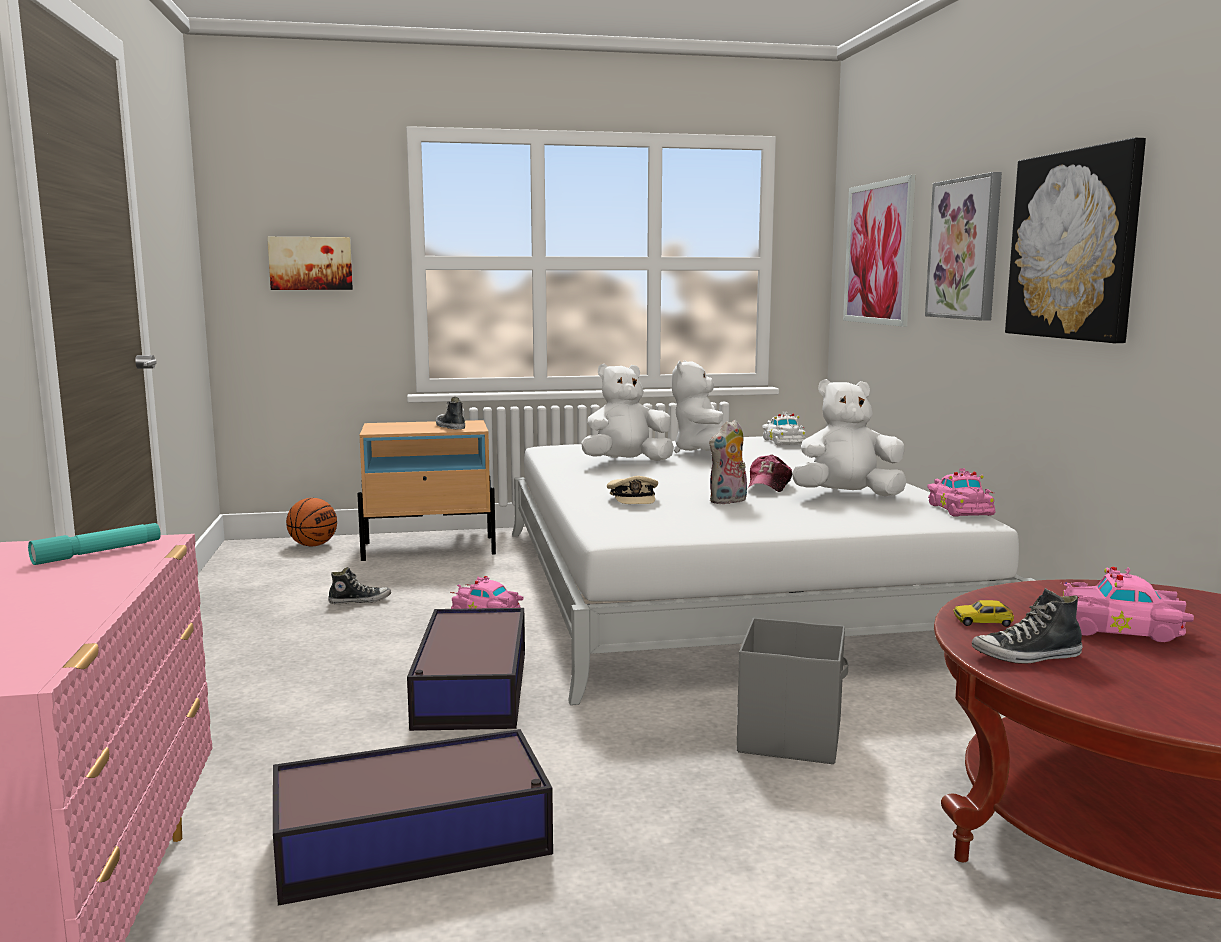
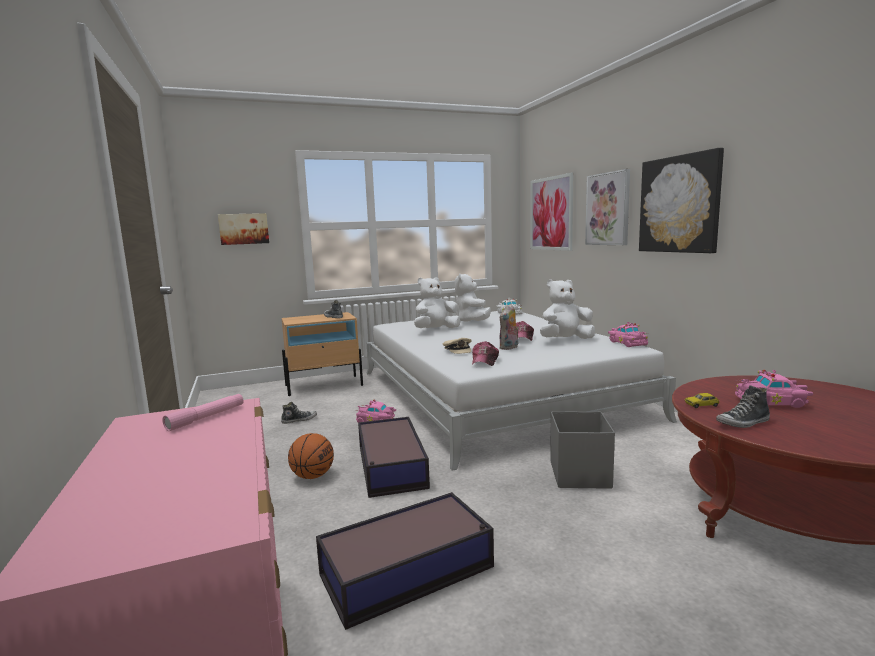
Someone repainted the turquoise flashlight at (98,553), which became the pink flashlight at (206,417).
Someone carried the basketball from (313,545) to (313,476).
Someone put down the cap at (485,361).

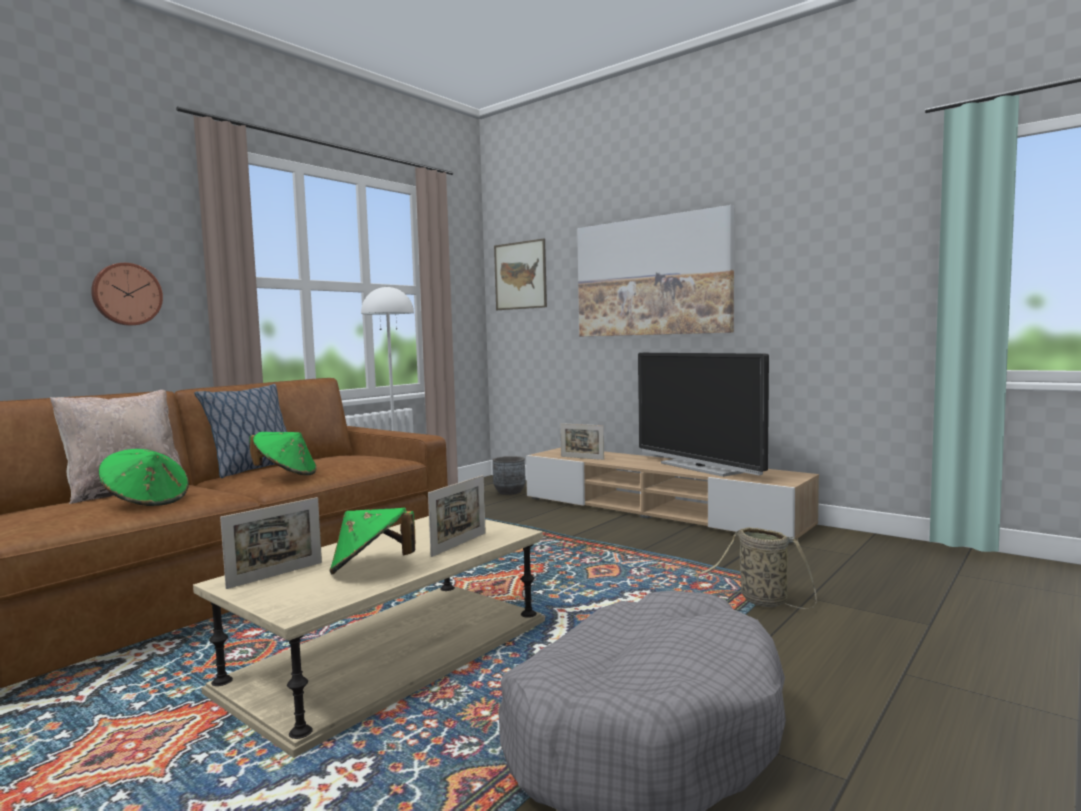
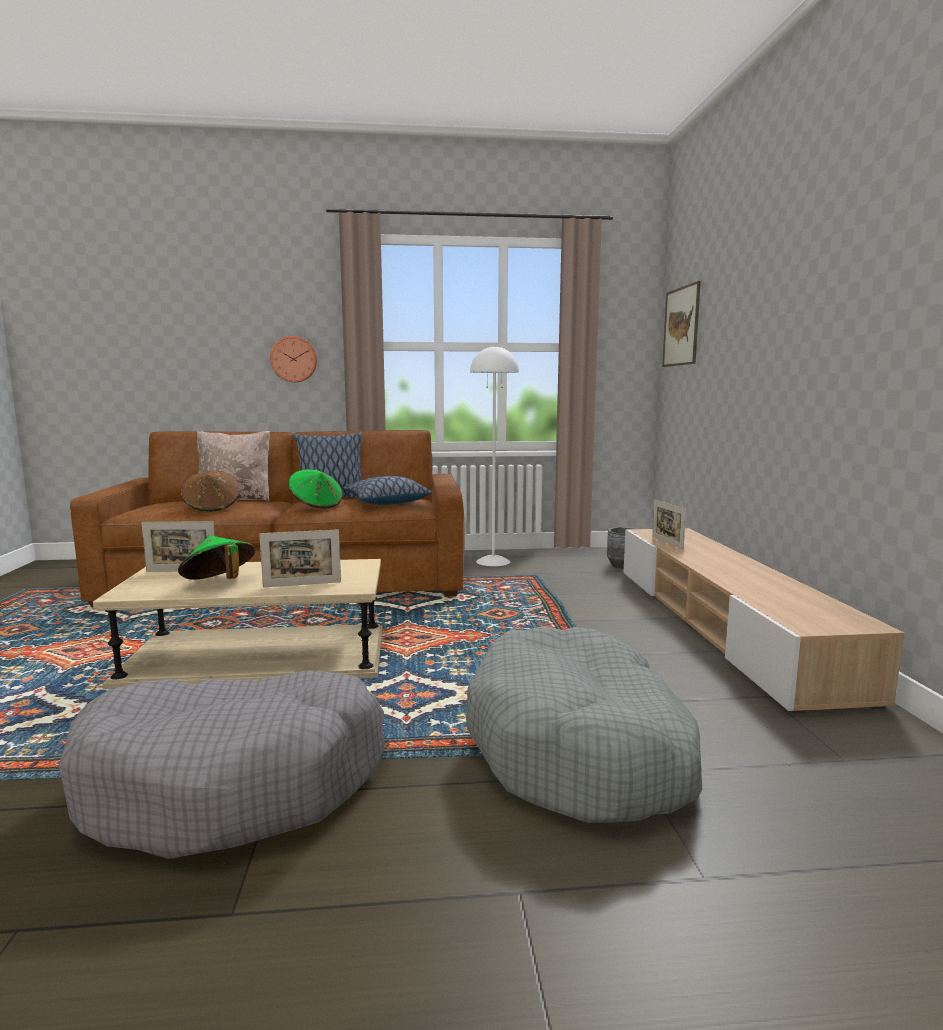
Someone repainted the green hat at (147,501), which became the brown hat at (212,507).
Someone took away the picture at (652,276).
Someone took away the television at (700,468).
Someone swapped the basket at (759,600) for the grey dog bed at (580,748).
Someone put down the pillow at (386,502).

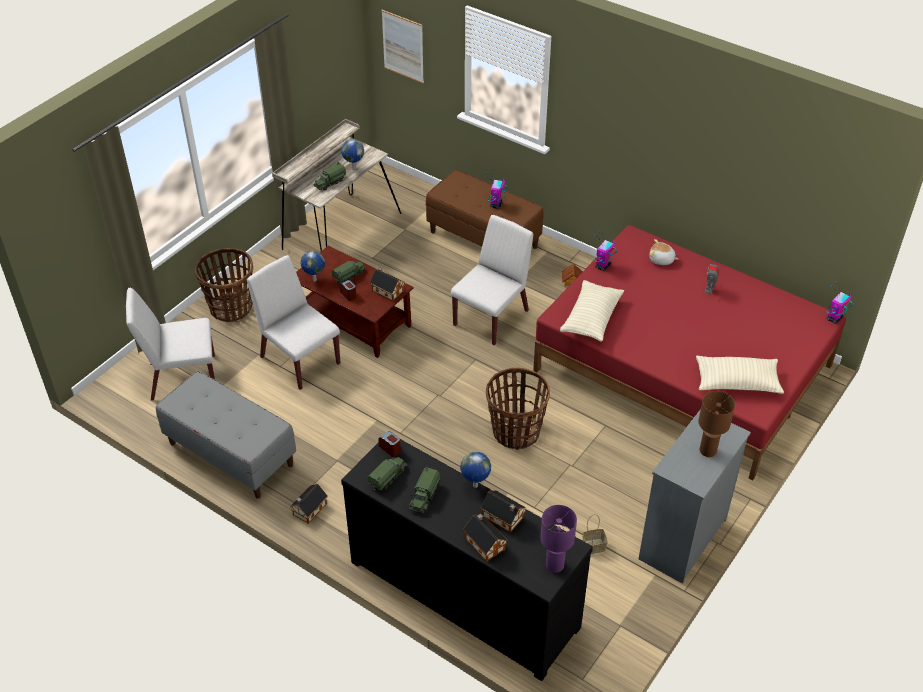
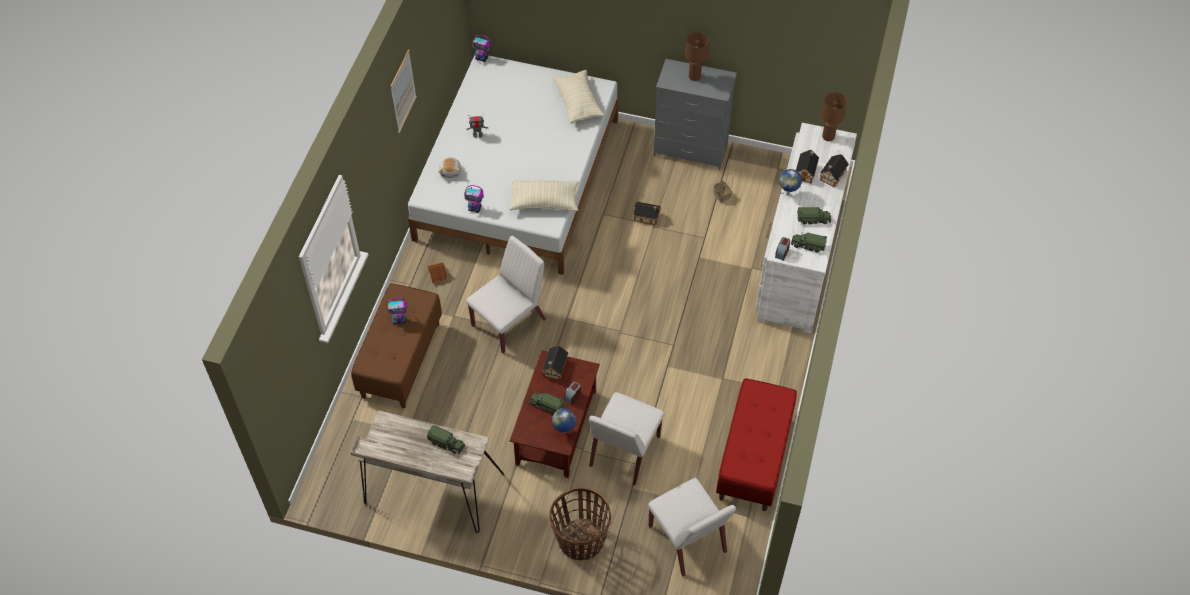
Someone repainted the grey bench at (230,454), which became the red bench at (754,458).
Someone carried the toy house from (308,510) to (647,217).
Someone took away the globe at (353,168).
Someone repainted the black dresser at (464,592), which became the white dresser at (799,258).
Someone carried the picture from (403,46) to (403,91).
Someone rotated the white chair at (491,317) by 120 degrees clockwise.
Someone took away the basket at (515,432).
Someone repainted the red bed at (682,368), which became the white bed at (518,179).
Someone repainted the purple table lamp at (555,565), which became the brown table lamp at (828,136).

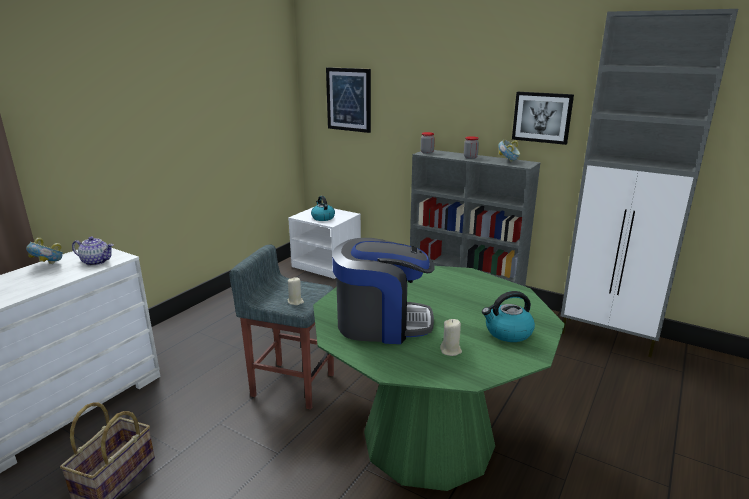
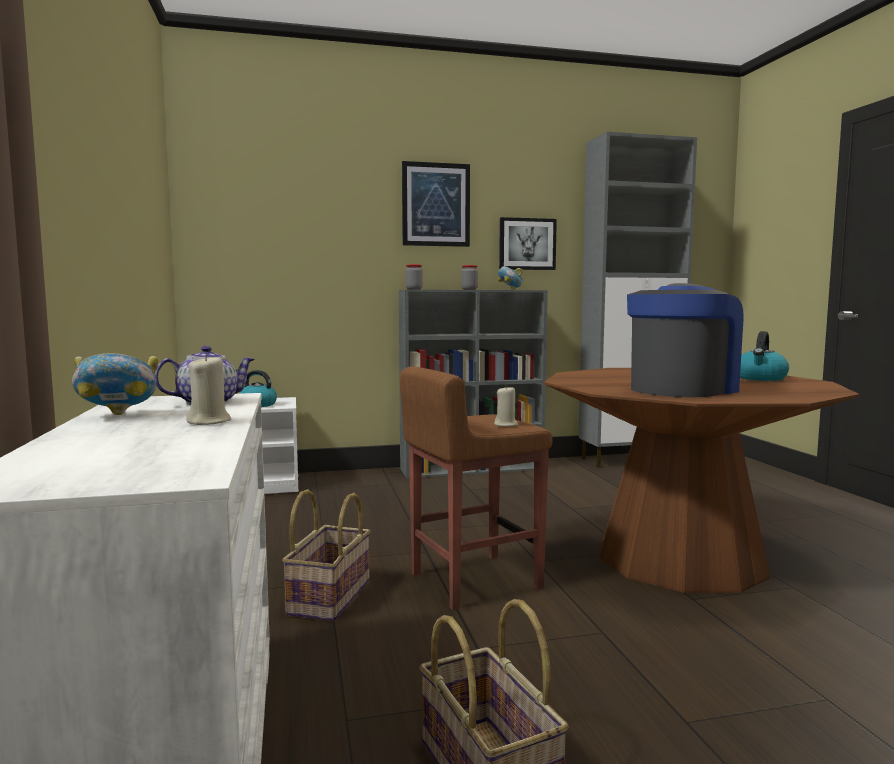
Someone repainted the grey stool at (292,384), which became the brown stool at (473,581).
Someone repainted the green dining table at (428,439), which became the brown dining table at (680,558).
Someone carried the picture from (349,99) to (435,205).
Someone carried the beige candle from (451,350) to (209,422).
Someone put down the basket at (328,596).

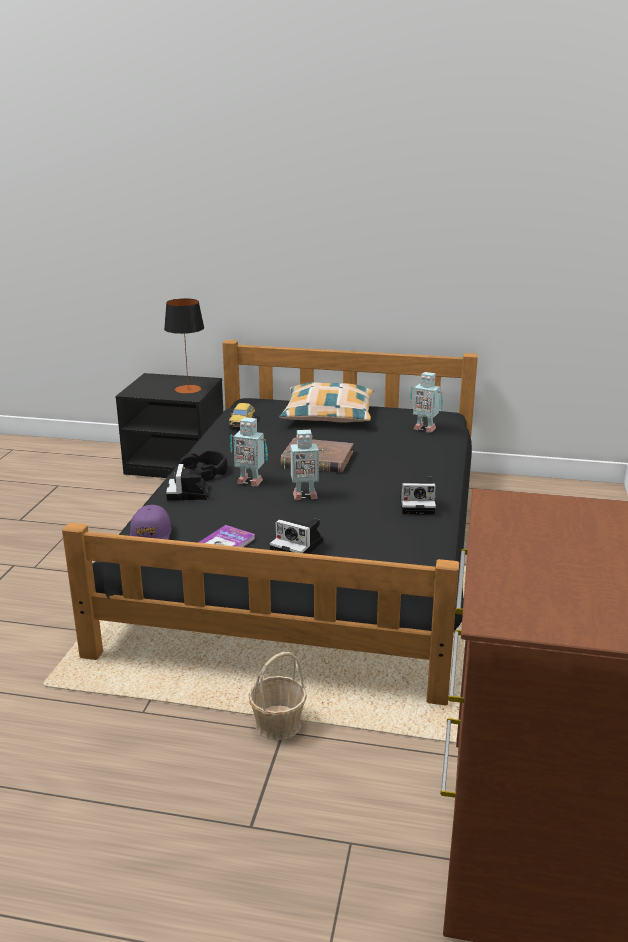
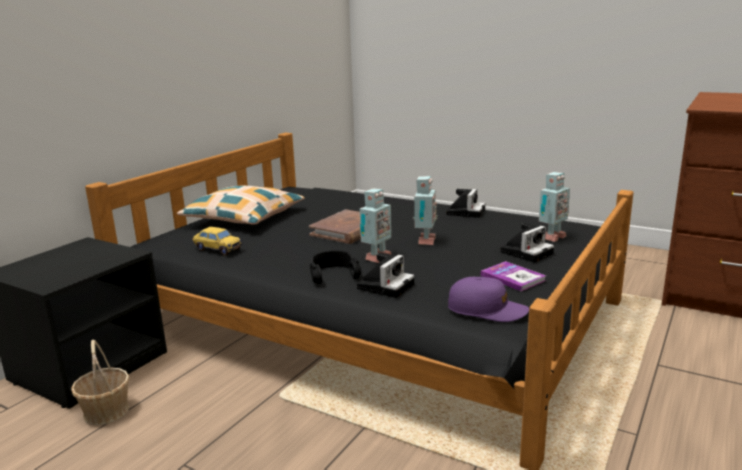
Someone took away the table lamp at (188,389).
Someone rotated the photo camera at (188,494) by 75 degrees counterclockwise.
Someone carried the basket from (277,724) to (106,412).
Someone carried the toy robot from (424,428) to (551,237).

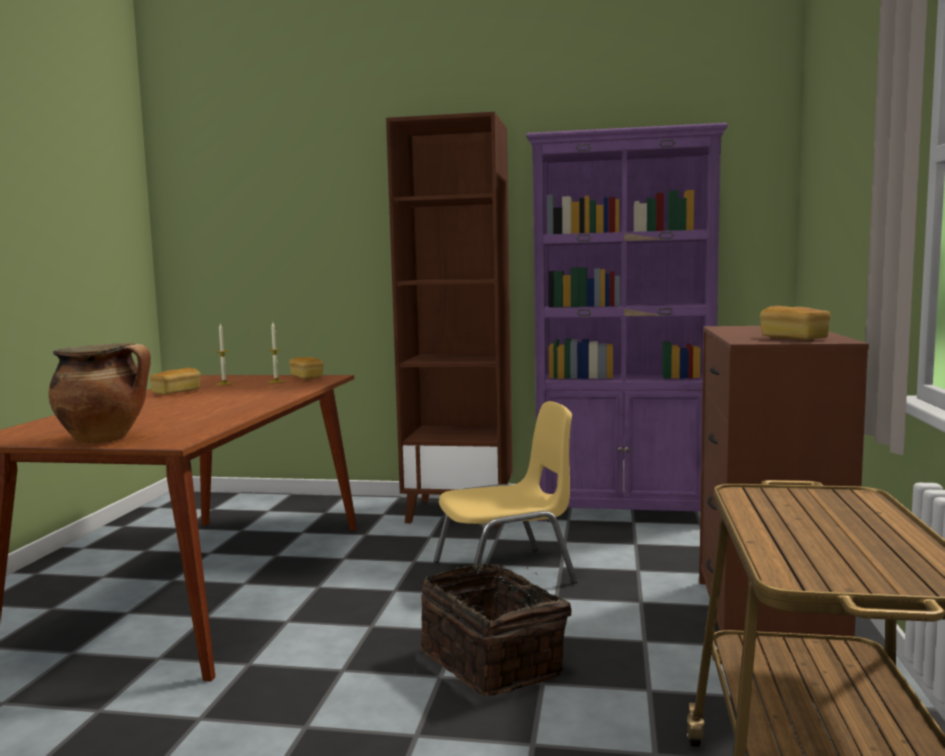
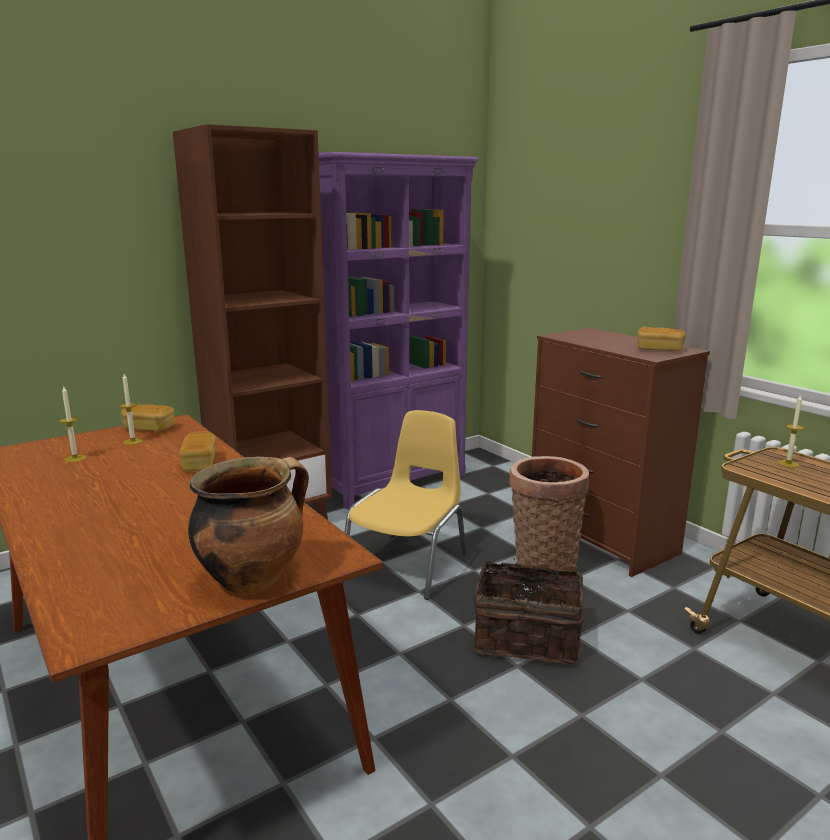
Someone carried the bread from (176,392) to (199,464).
Someone put down the basket at (543,566).
Someone put down the candle at (788,464).

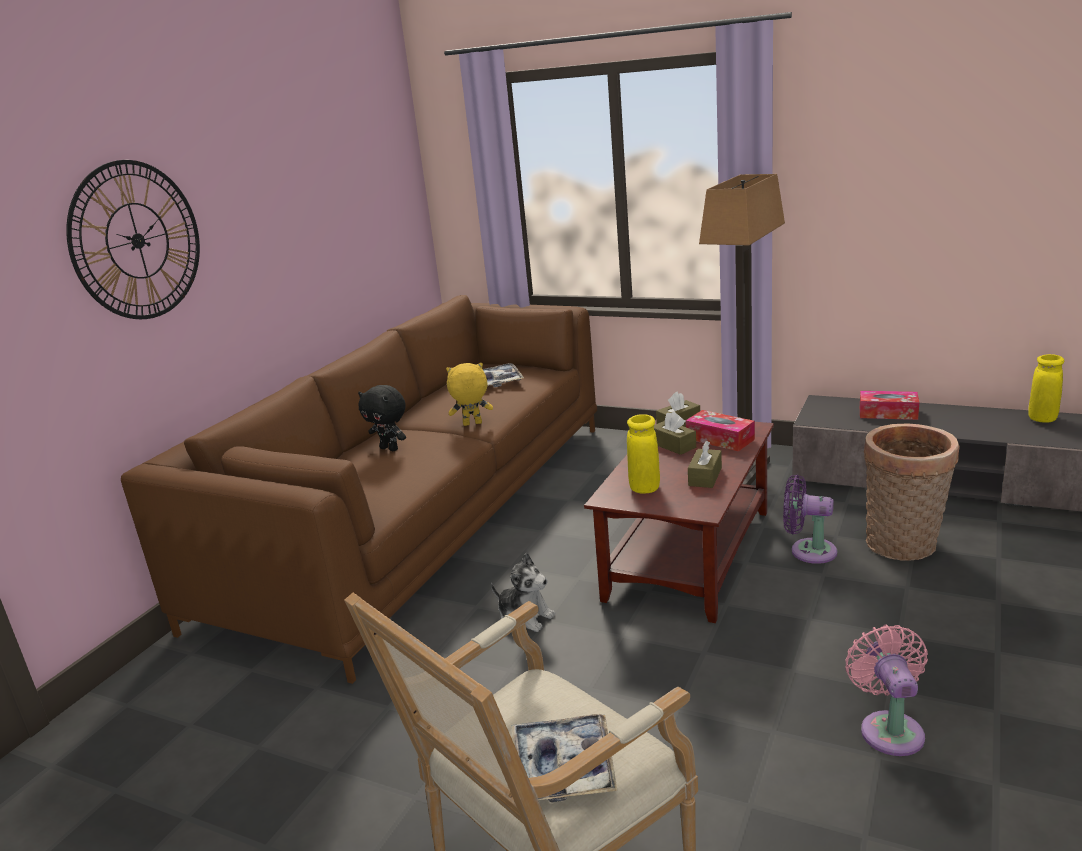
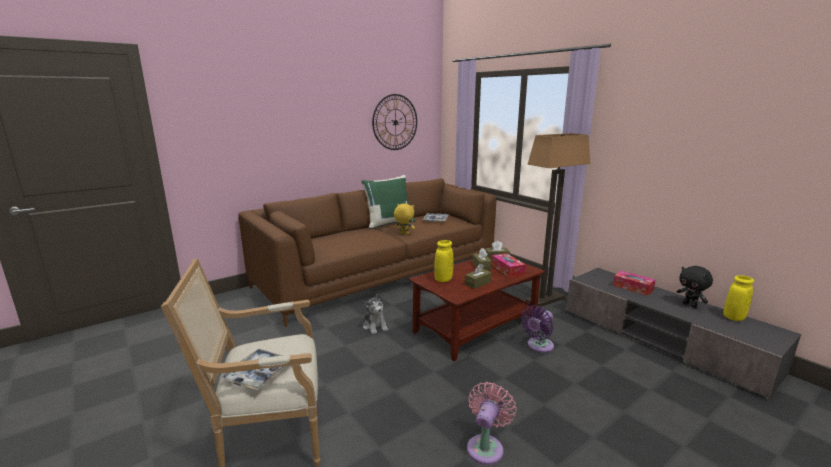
Someone carried the wall clock from (137,241) to (395,122).
Someone carried the black plush toy from (390,448) to (690,305).
Someone rotated the purple fan at (808,551) by 90 degrees counterclockwise.
Someone took away the basket at (903,546).
Someone put down the green pillow at (389,223).

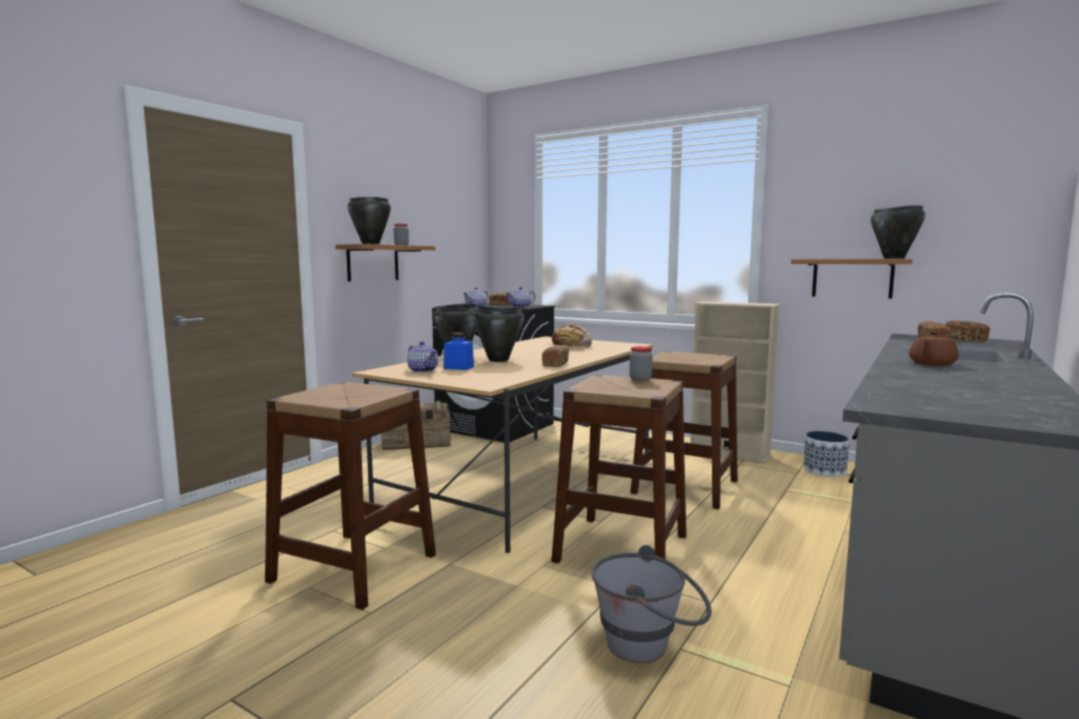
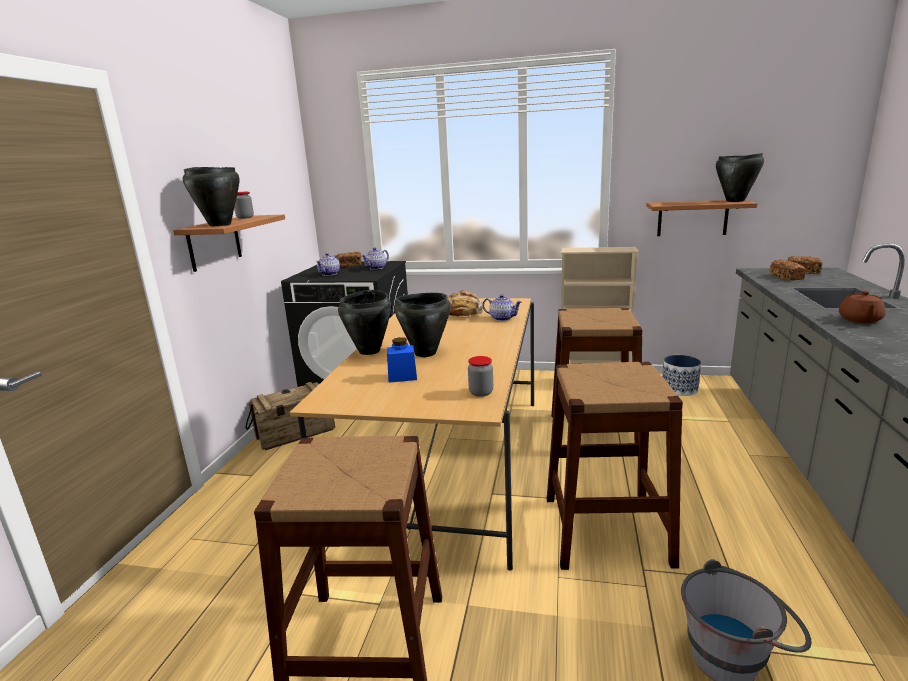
Someone carried the teapot from (423,370) to (502,318).
Someone took away the bread at (555,364).
Someone carried the jar from (640,379) to (481,392).

